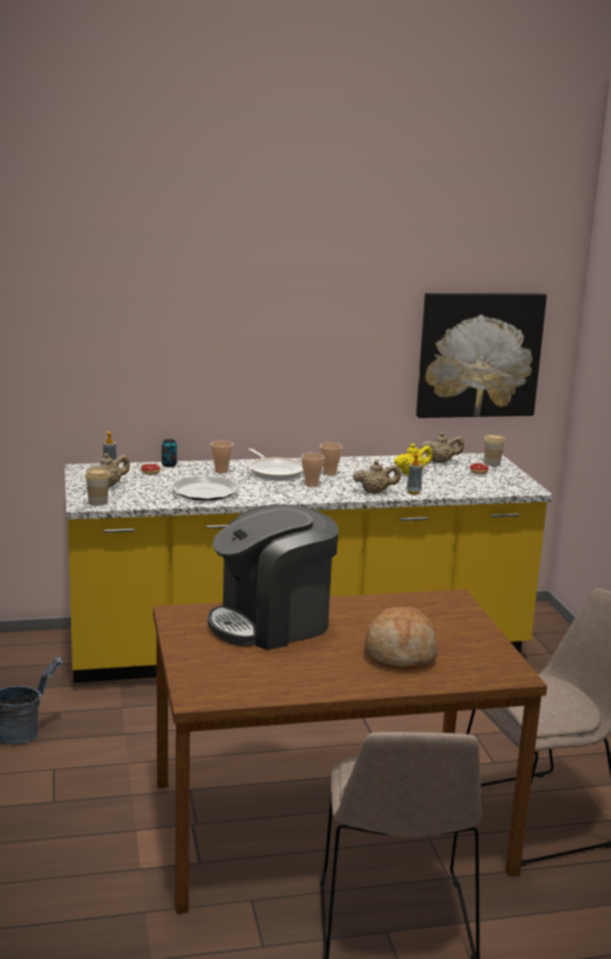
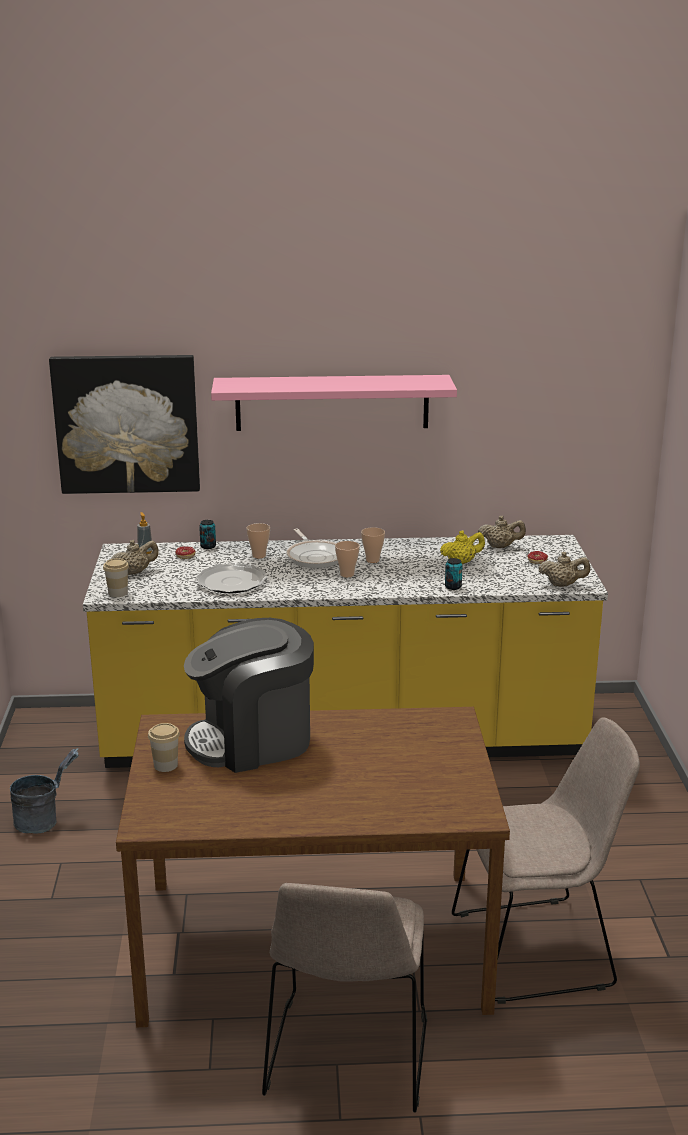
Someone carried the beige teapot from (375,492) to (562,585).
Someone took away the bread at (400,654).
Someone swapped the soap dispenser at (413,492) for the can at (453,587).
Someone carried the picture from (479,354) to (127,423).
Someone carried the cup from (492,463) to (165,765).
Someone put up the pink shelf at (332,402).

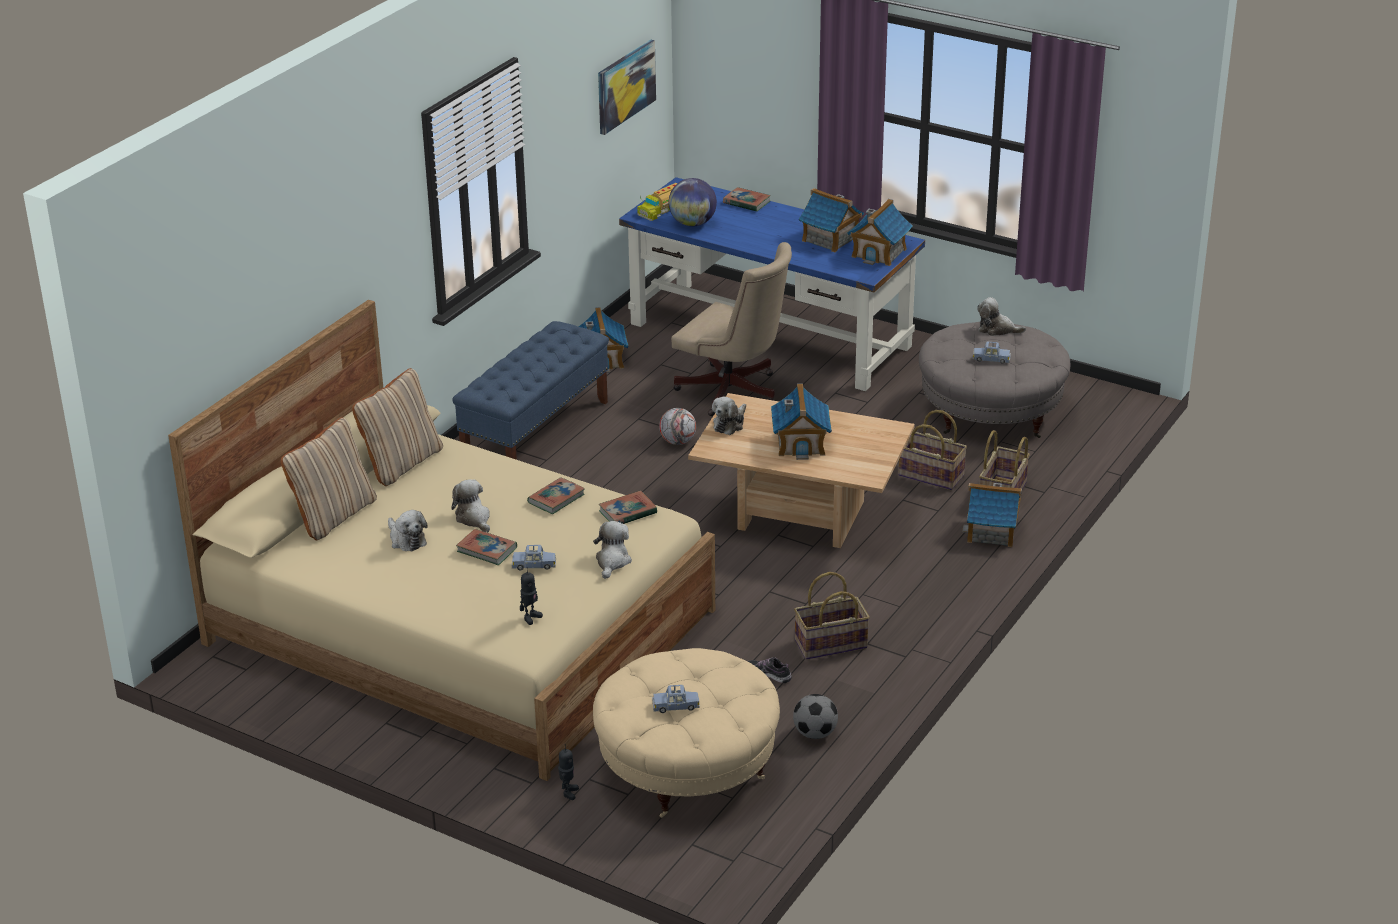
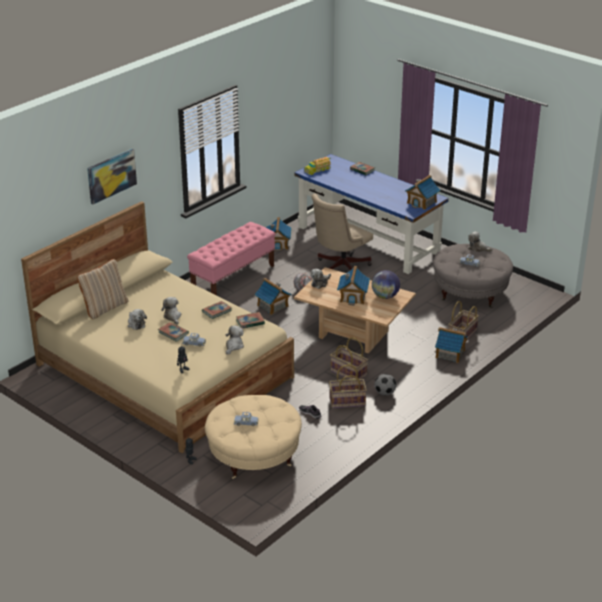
Someone took away the beige pillow at (401,463).
Someone repainted the blue bench at (536,431), which became the pink bench at (233,277).
Someone carried the picture from (625,86) to (111,175).
Someone carried the globe from (693,223) to (385,296).
Someone rotated the beige office chair at (734,393) by 90 degrees clockwise.
Someone carried the football from (815,734) to (385,393).
Someone carried the toy house from (830,239) to (273,306).
Someone carried the basket from (930,476) to (348,373).

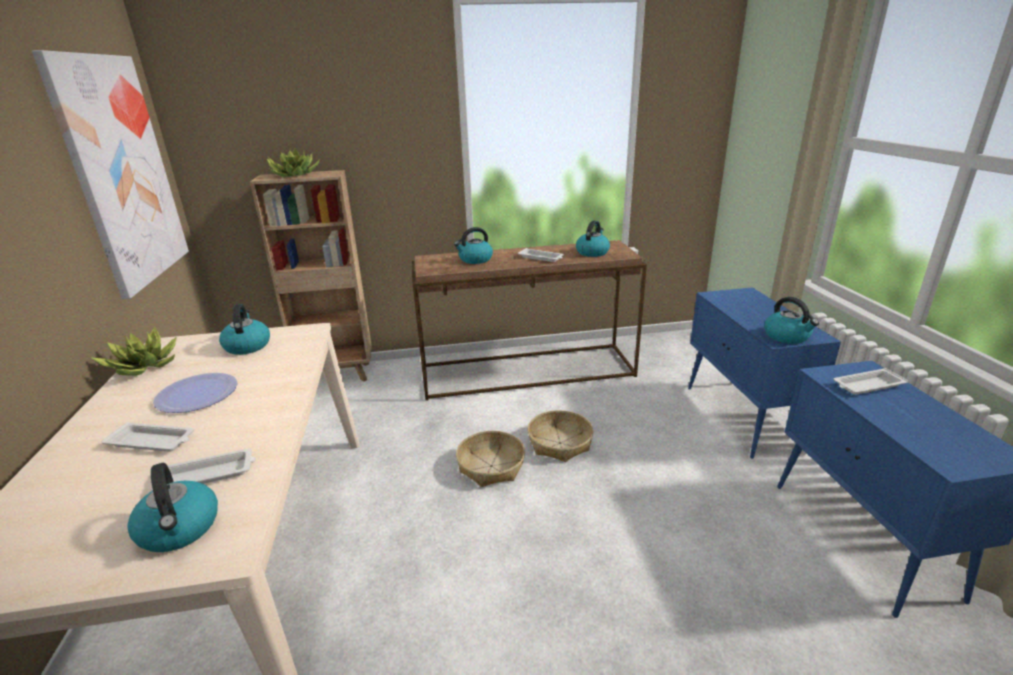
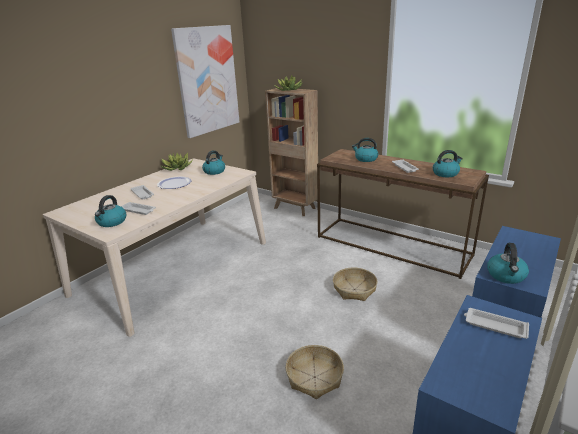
Someone carried the basket from (491,466) to (314,377).

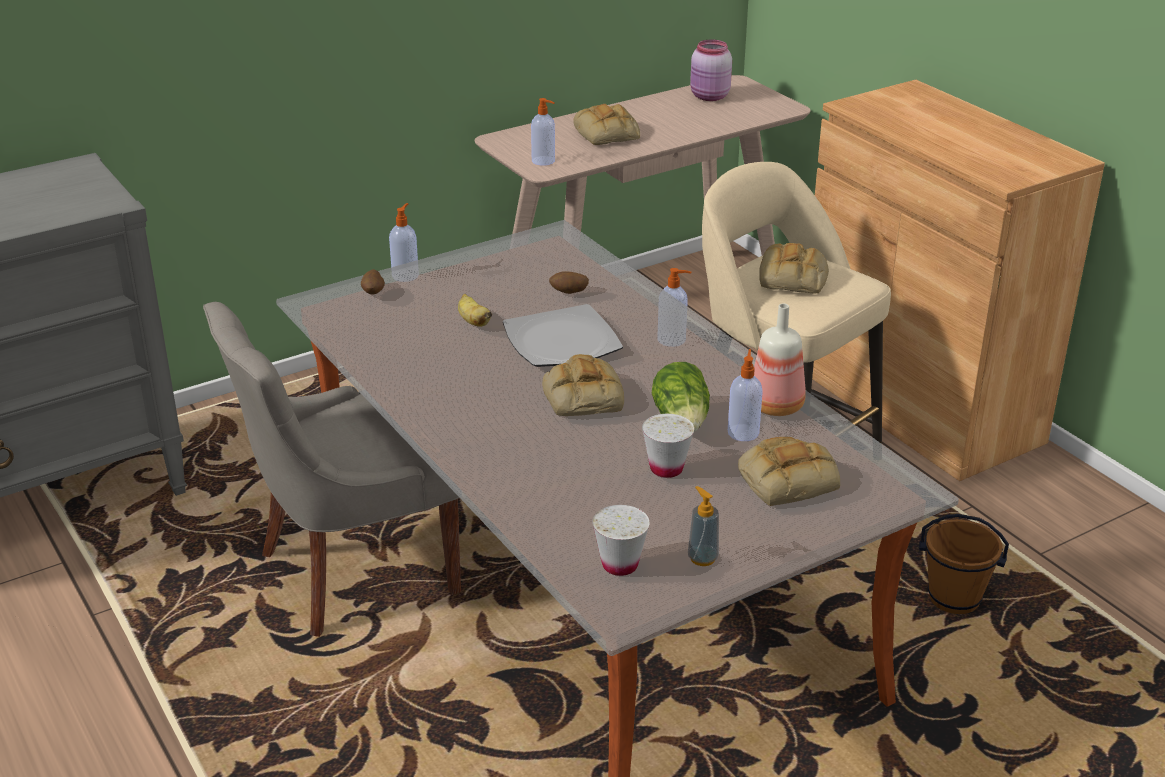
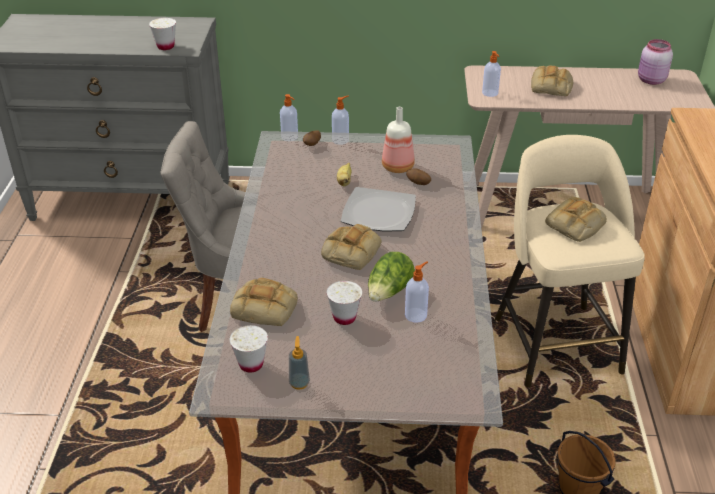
Someone carried the soap dispenser from (672,340) to (290,137).
Someone carried the bread from (788,479) to (266,307).
Someone carried the bottle from (777,405) to (399,167).
Someone put down the white cup at (165,46).

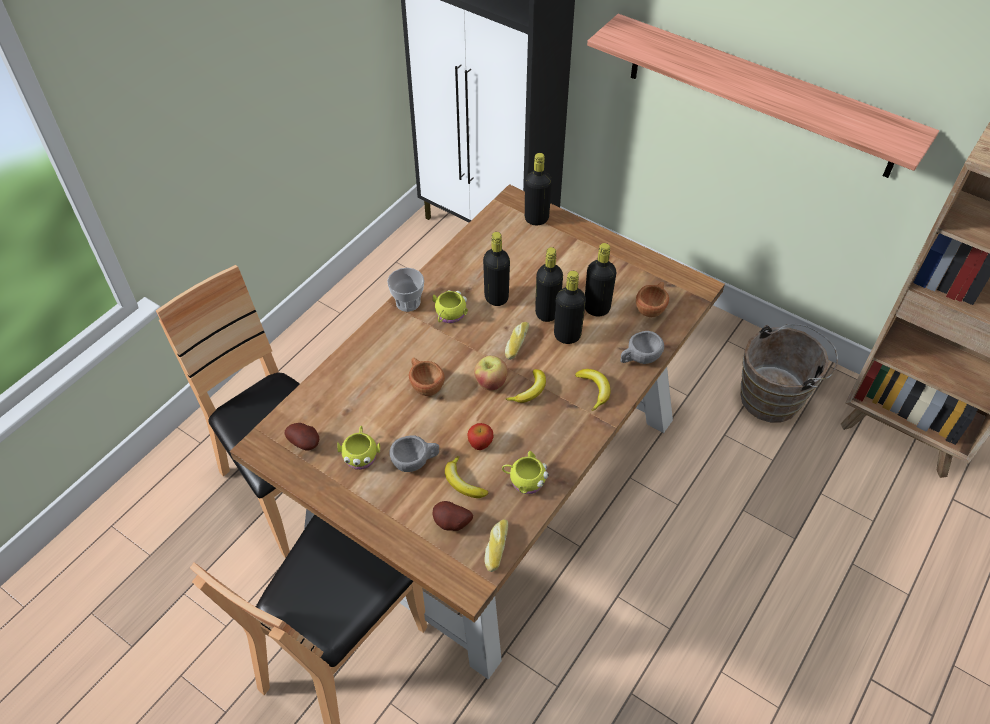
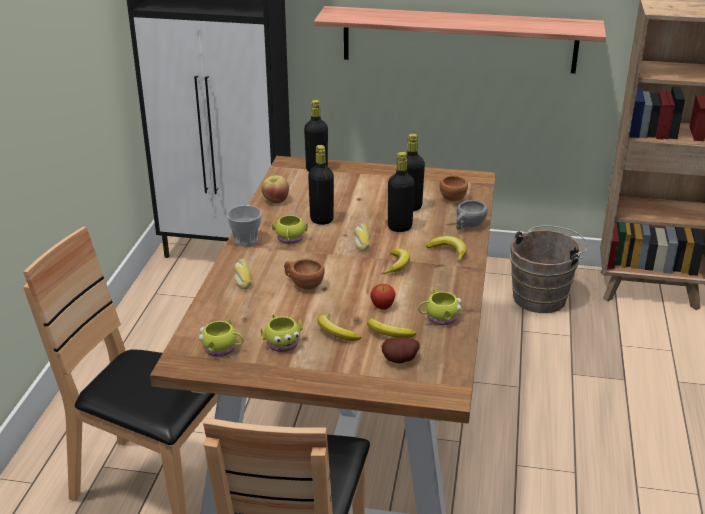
Someone swapped the potato at (305,443) for the yellow mug at (222,348).
Someone swapped the grey cup at (416,461) for the banana at (335,332).
Someone carried the apple from (490,382) to (275,200).
Someone carried the bread from (496,547) to (242,278).
Someone took away the black bottle at (547,313).

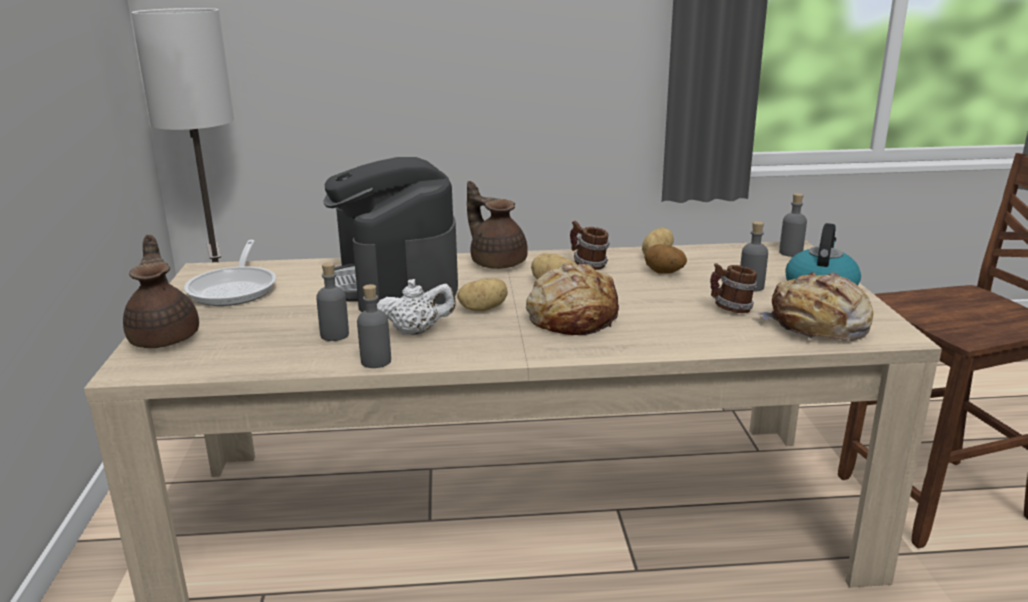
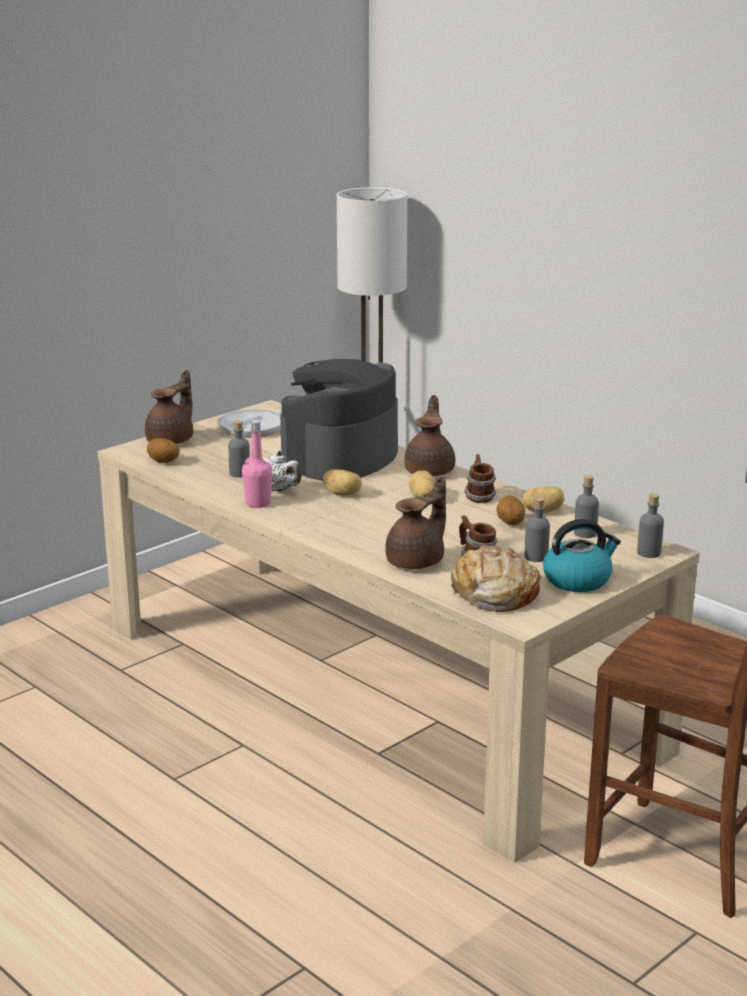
Someone carried the grey bottle from (376,361) to (585,533).
Someone took away the bread at (572,317).
Someone put down the potato at (163,462).
Someone put down the pink bottle at (258,503).
Someone put down the brown teapot at (417,561).

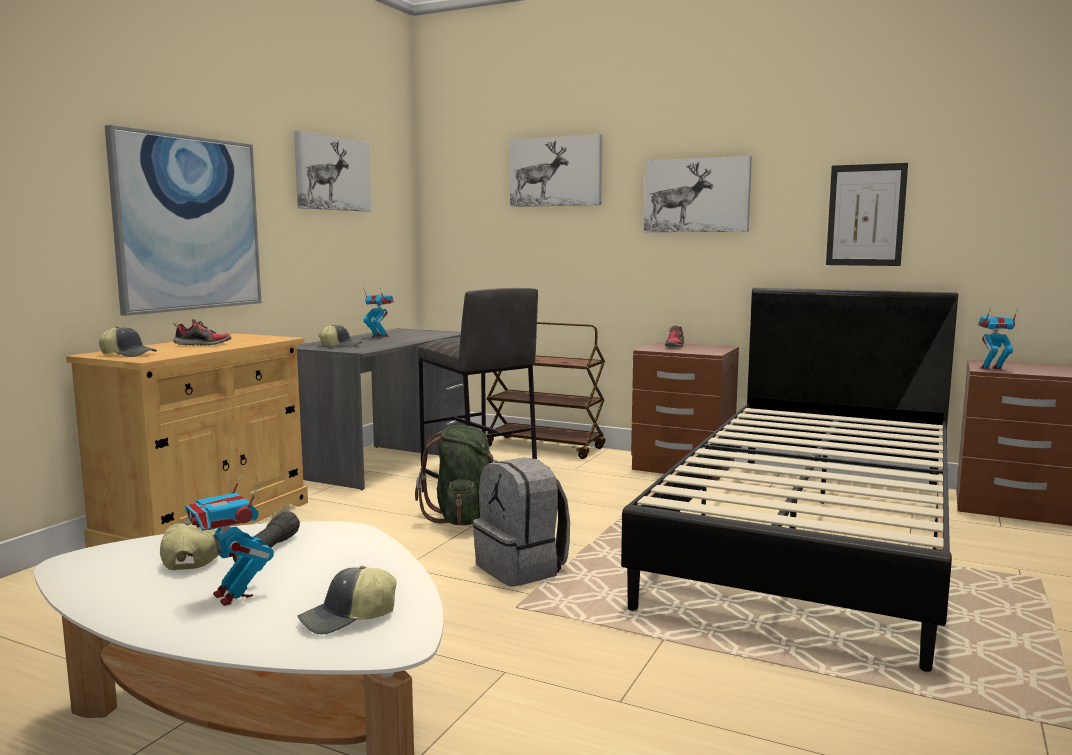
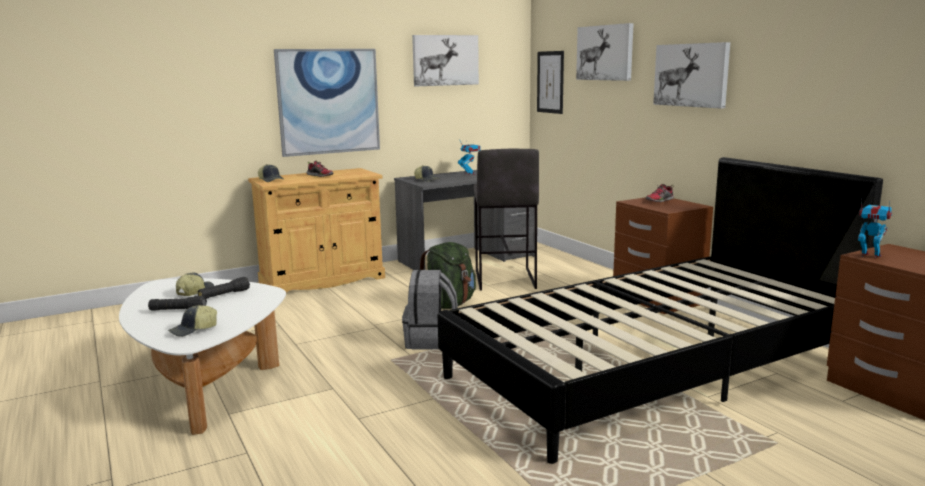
Someone swapped the toy robot at (233,596) for the black flashlight at (178,311).
Someone rotated the cap at (348,619) by 45 degrees counterclockwise.
Someone took away the brown cart at (545,447).
Someone carried the picture from (866,215) to (550,82).

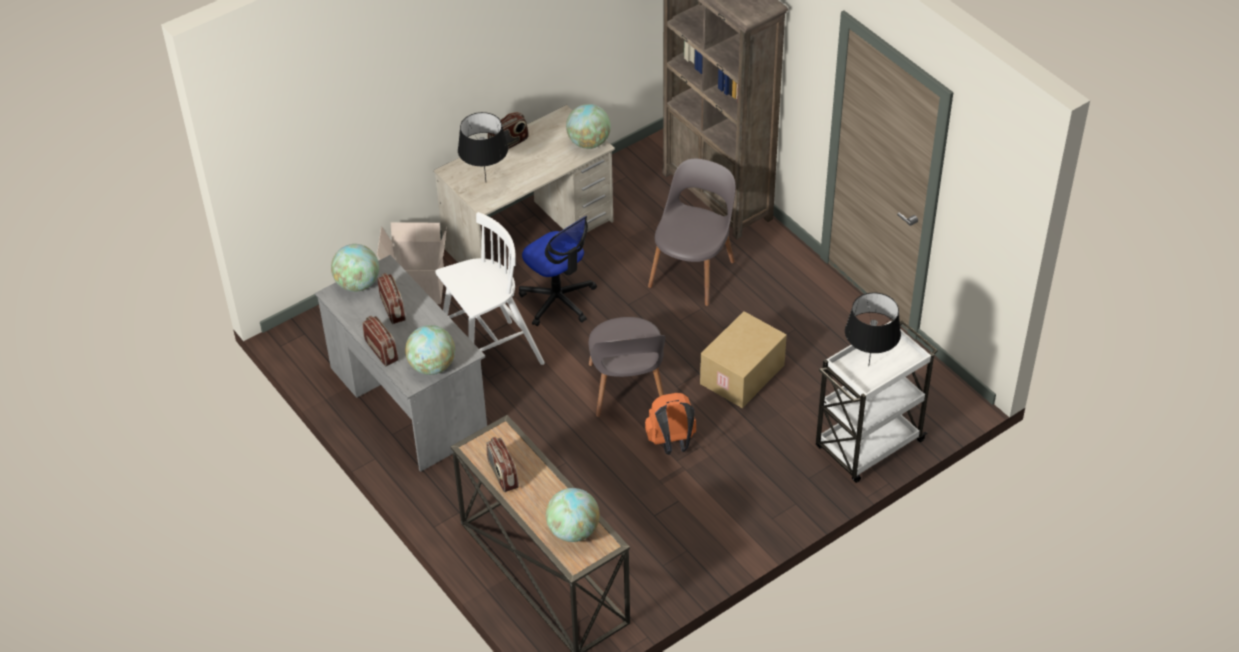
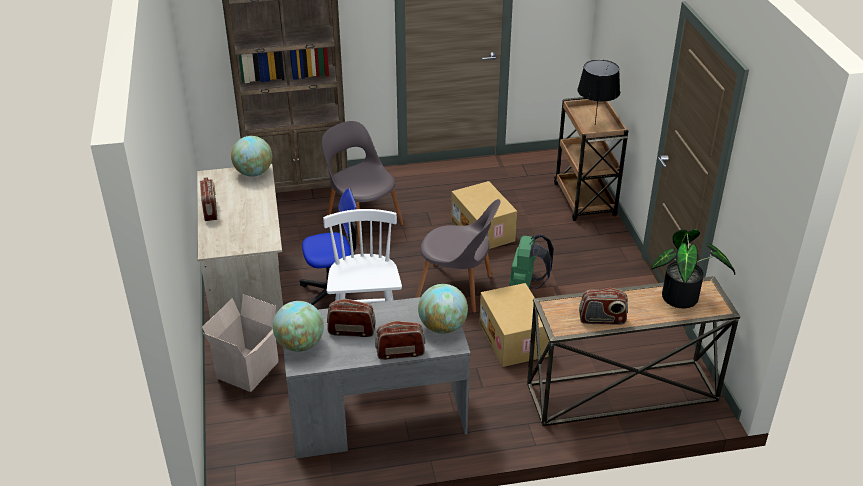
Someone took away the black table lamp at (486,182).
Someone swapped the globe at (573,531) for the potted plant at (684,299).
Someone repainted the orange backpack at (672,443), which became the green backpack at (527,283).
Someone repainted the white cart at (867,445), which became the brown cart at (585,201).
Someone put down the cardboard box at (514,340).

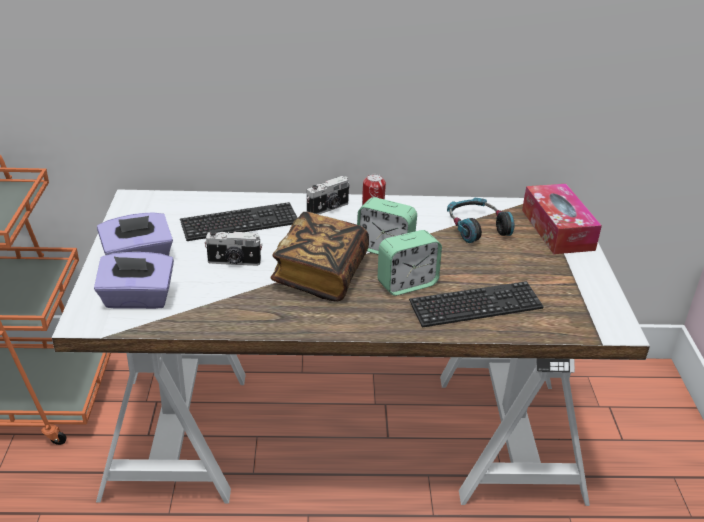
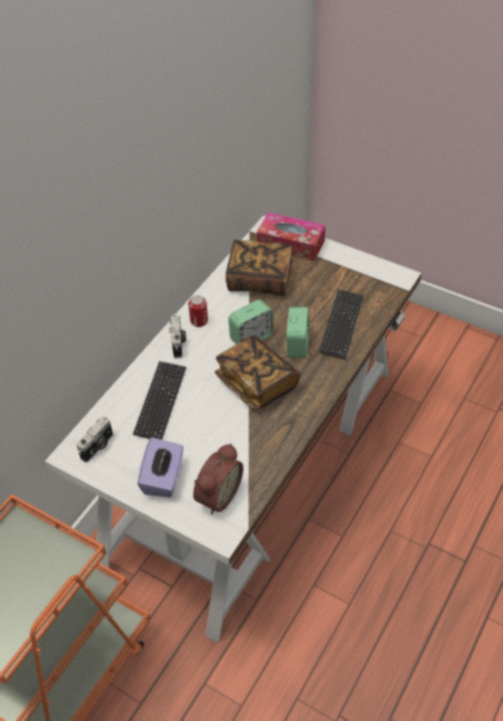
Someone swapped the purple tissue box at (137,299) for the alarm clock at (216,495).
Someone carried the photo camera from (234,262) to (98,447).
Someone swapped the headphones at (476,227) for the book at (259,279).

